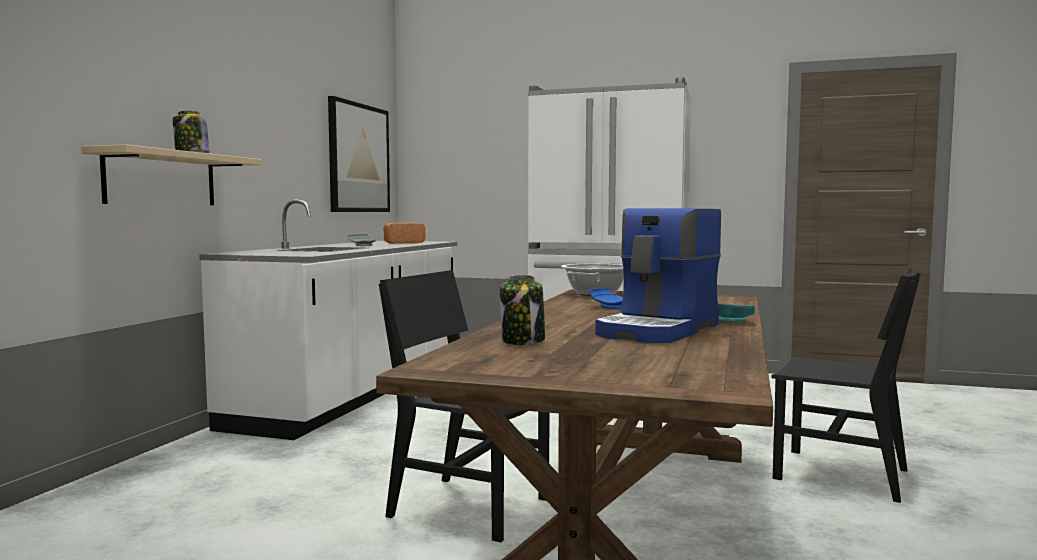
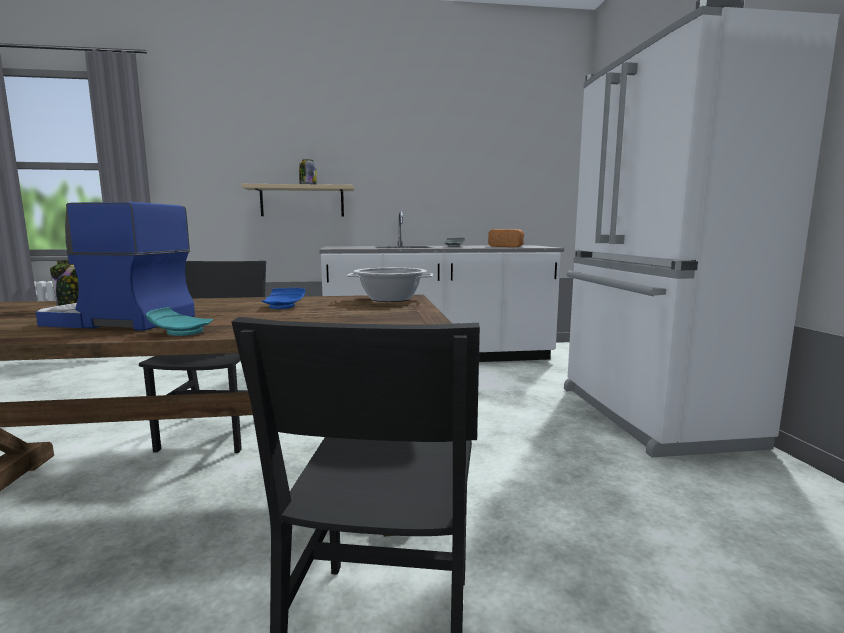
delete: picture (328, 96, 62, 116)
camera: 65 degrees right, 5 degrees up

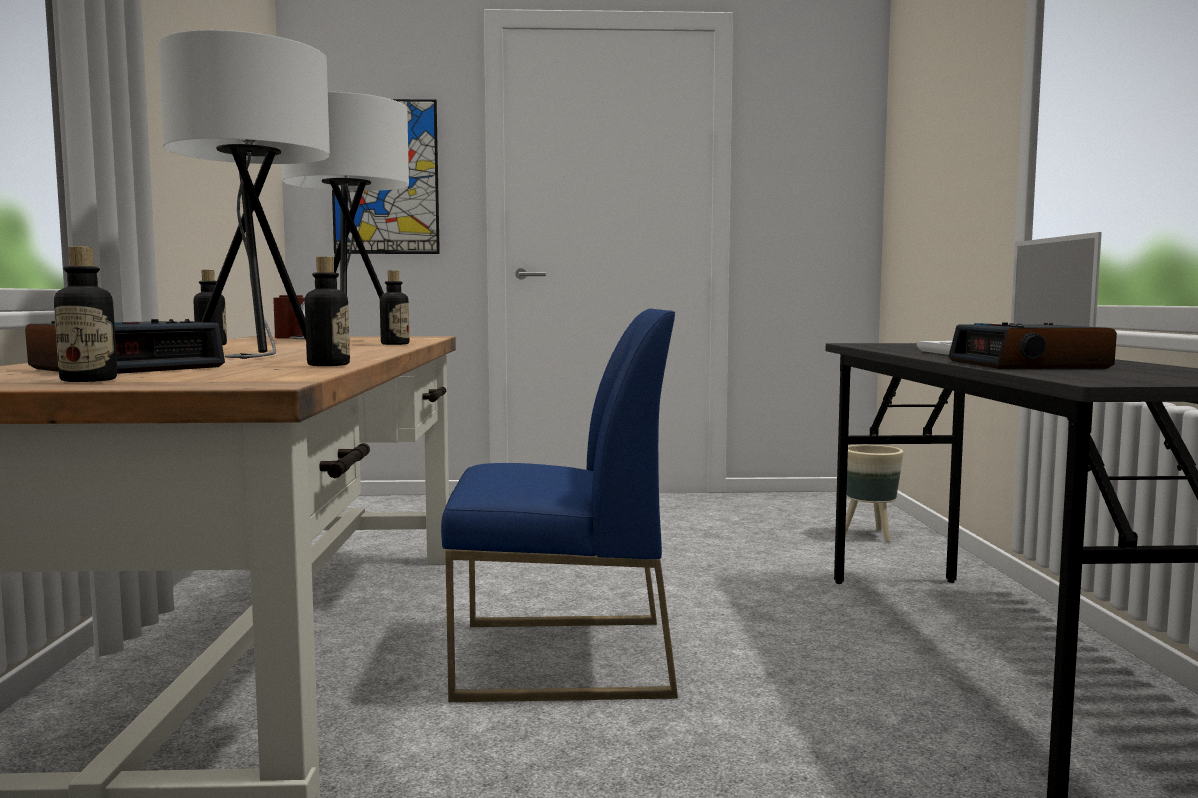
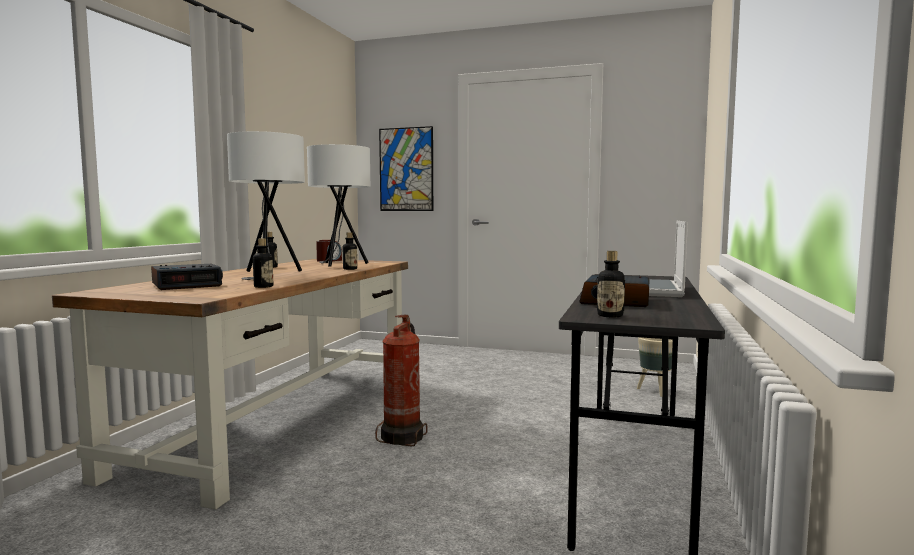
move: bottle (54, 246, 63, 136) to (597, 251, 28, 66)
replace: chair (blue) (441, 308, 237, 394) to fire extinguisher (375, 315, 53, 132)
camera: 20 degrees right, 0 degrees up

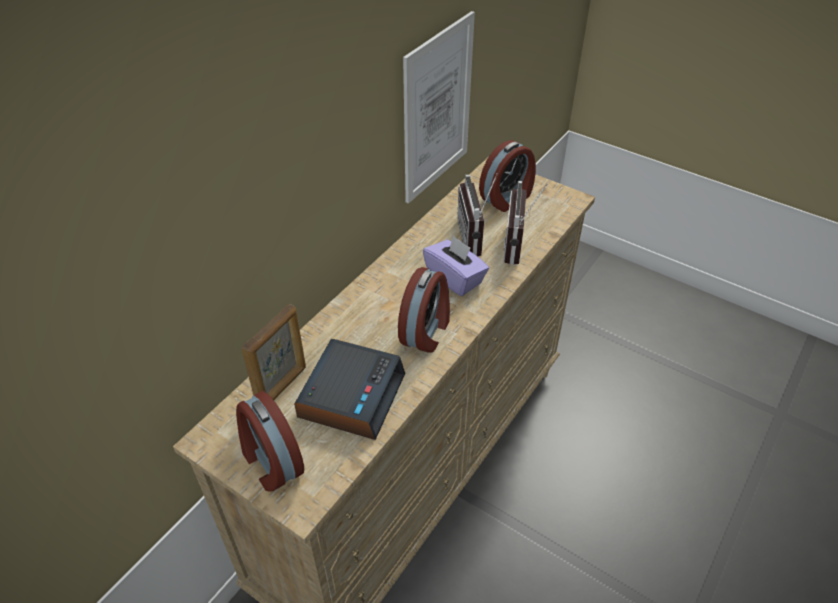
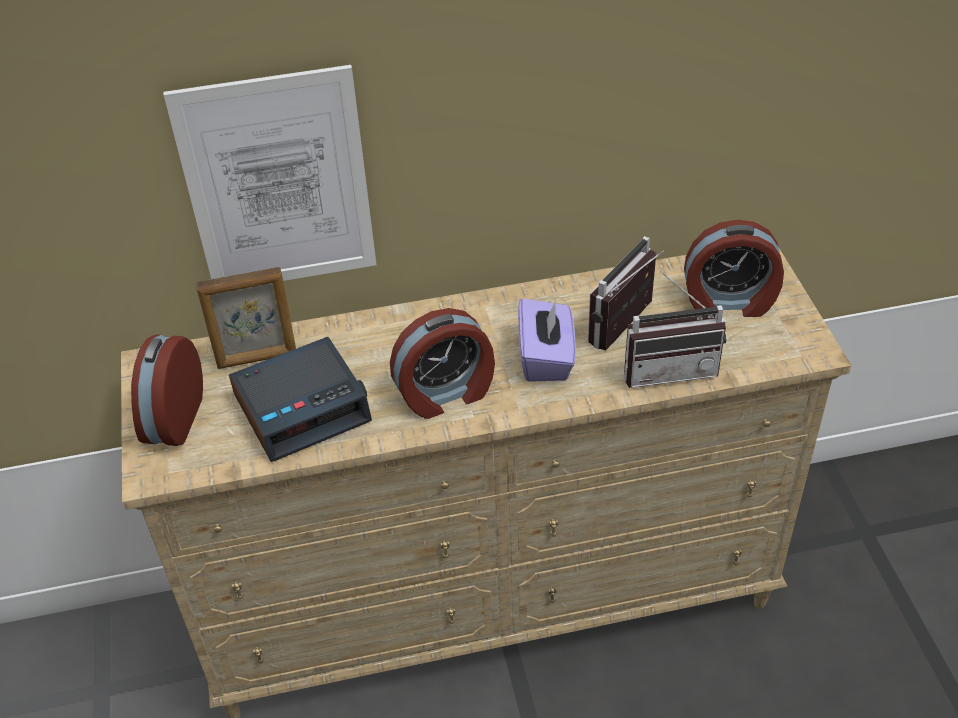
move: picture (403, 11, 72, 193) to (163, 65, 214, 216)
rotate: radio (504, 181, 43, 84) = (624, 270, 102, 118) 150 degrees counterclockwise
camera: 45 degrees right, 0 degrees up

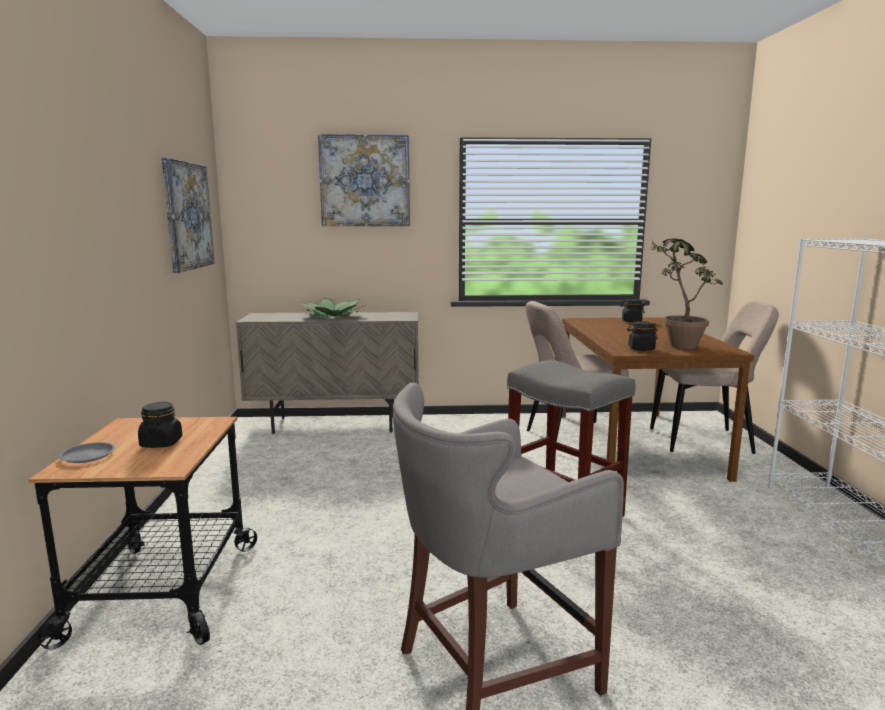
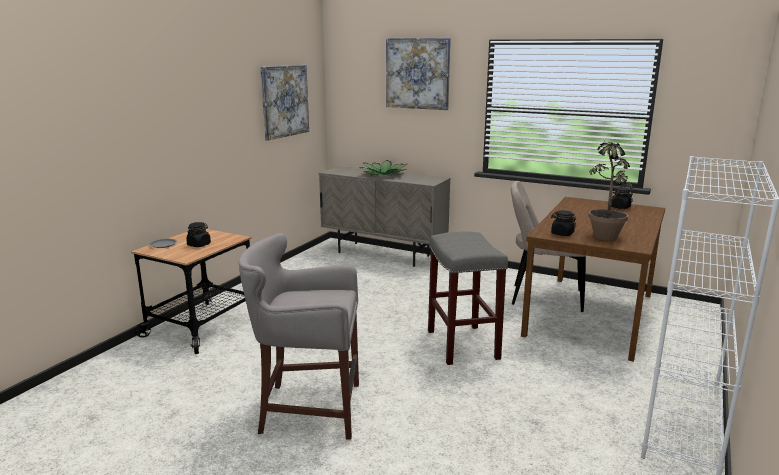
delete: chair (beige) (650, 301, 129, 153)
camera: 30 degrees right, 5 degrees up

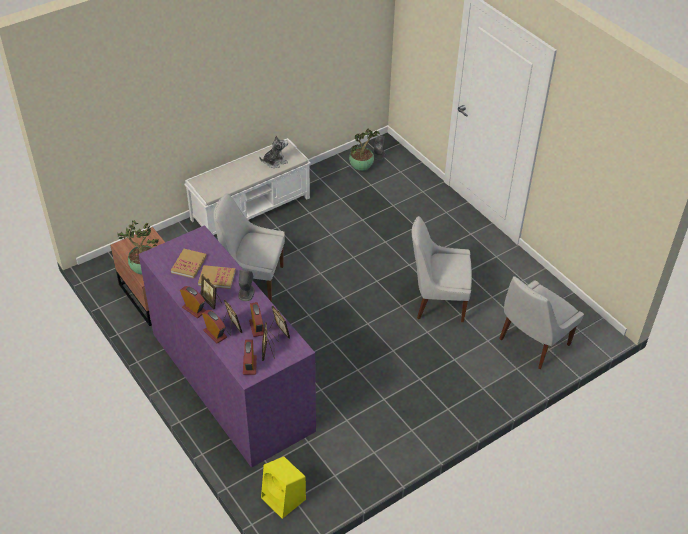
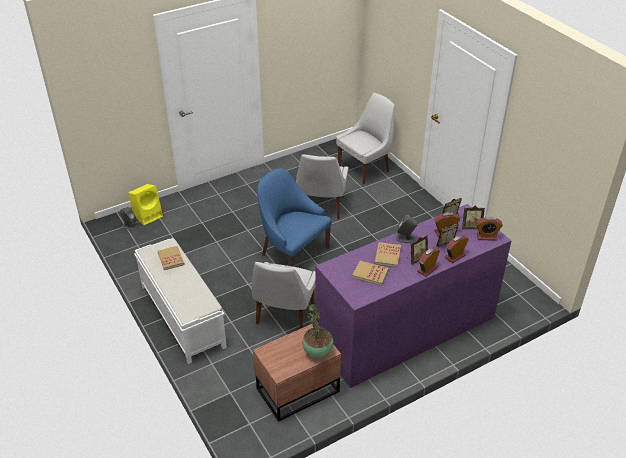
delete: potted plant (349, 129, 31, 42)
insert: armchair (blue) (257, 168, 75, 99)
move: speaker (yellow) (261, 456, 45, 63) to (129, 184, 34, 41)
replace: plush toy (259, 135, 29, 33) to book (158, 246, 27, 24)
rotate: chair (white) (499, 276, 85, 93) = (336, 93, 59, 91) 90 degrees counterclockwise
camera: 85 degrees left, 5 degrees down

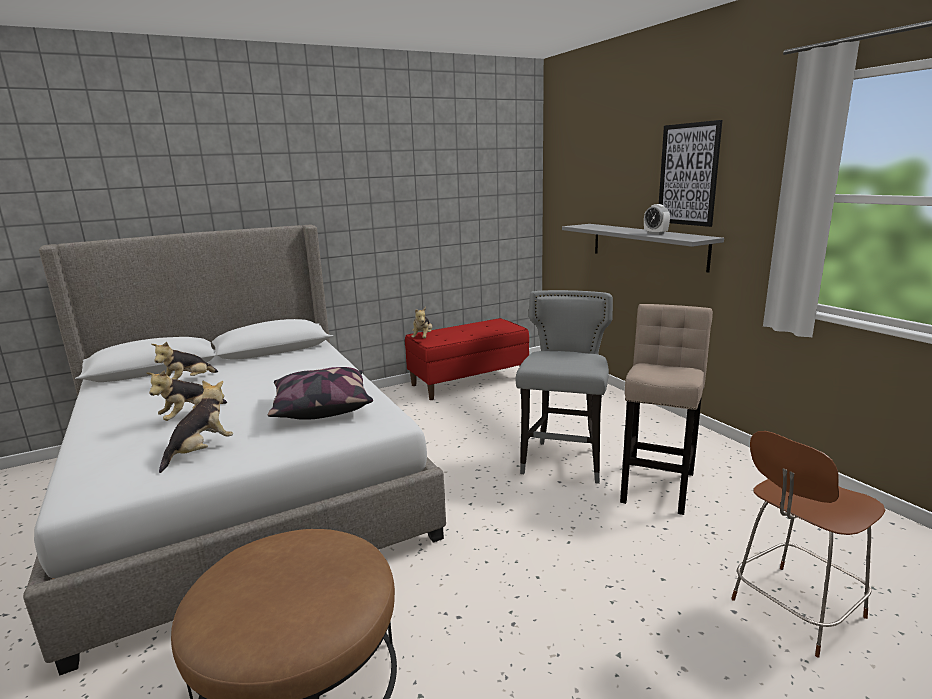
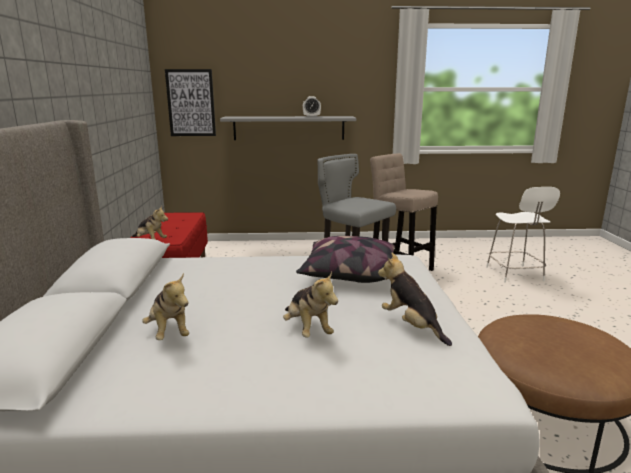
move: picture (659, 120, 63, 107) to (165, 69, 51, 67)
recolor: chair (brown) (731, 431, 154, 227) to chair (white) (486, 187, 74, 96)
camera: 65 degrees left, 0 degrees up

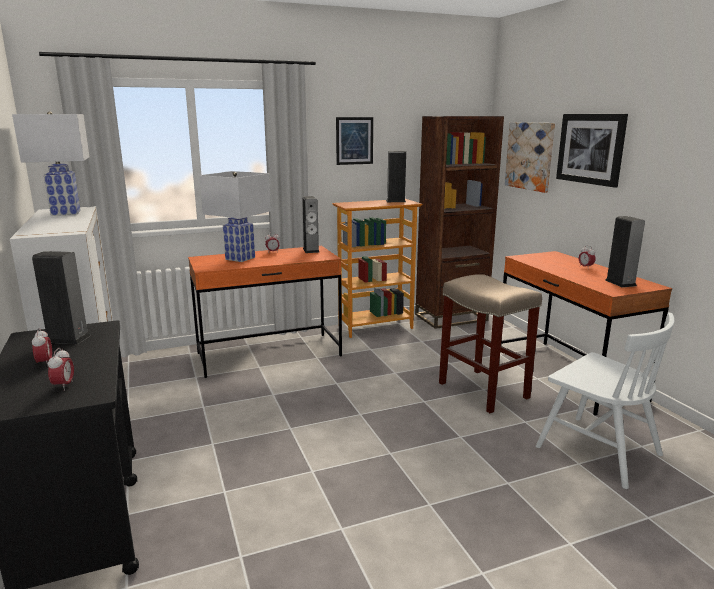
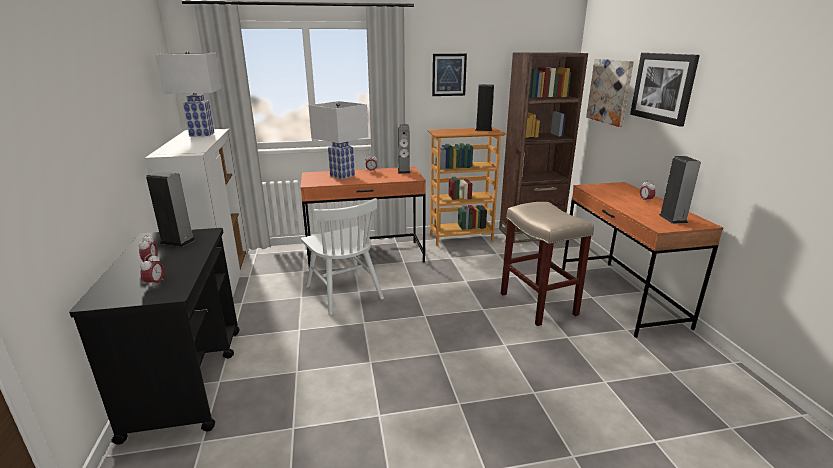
move: chair (white) (536, 312, 138, 177) to (301, 198, 83, 117)
camera: 10 degrees right, 5 degrees up

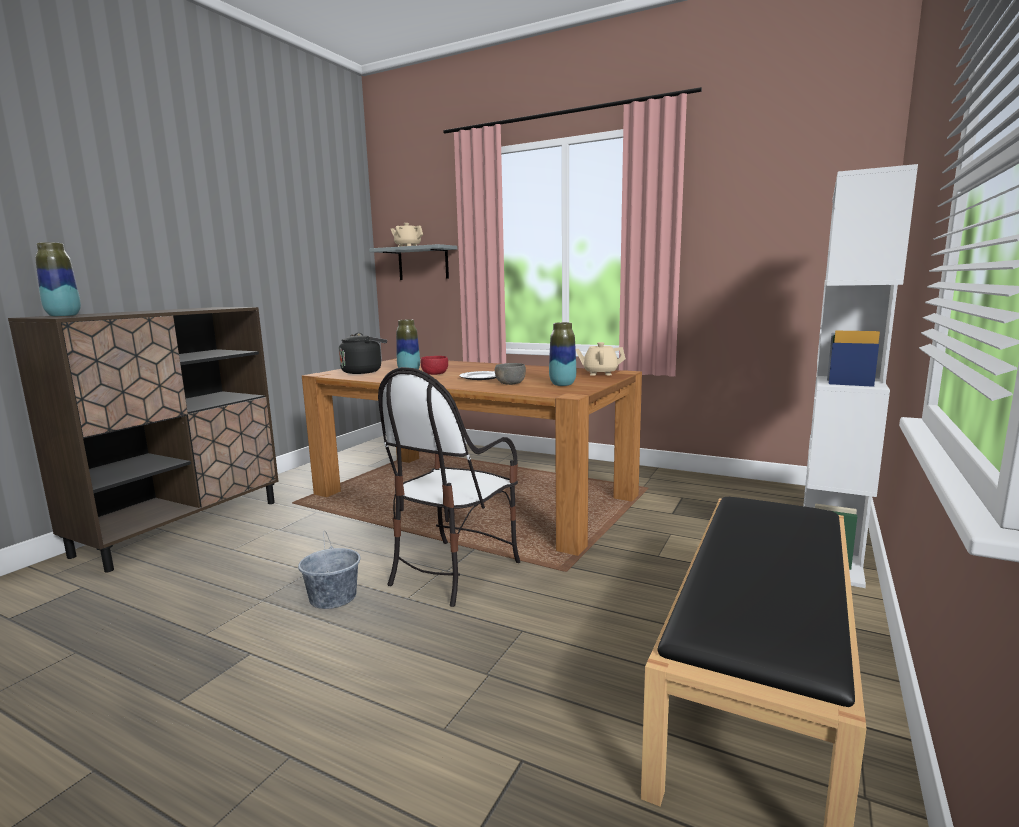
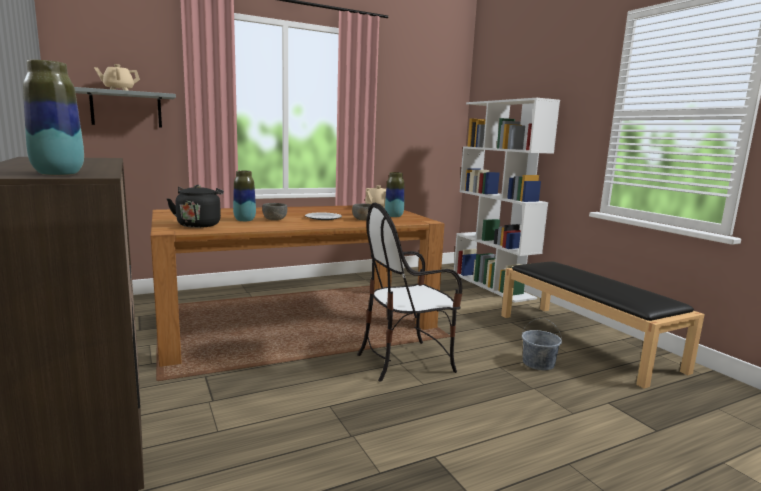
move: bucket (grey) (298, 531, 62, 78) to (522, 318, 40, 52)
recolor: bowl (red) (421, 356, 27, 19) to bowl (grey) (262, 203, 25, 17)
rotate: chair (378, 367, 142, 240) = (357, 203, 105, 179) 90 degrees clockwise
camera: 55 degrees left, 0 degrees up

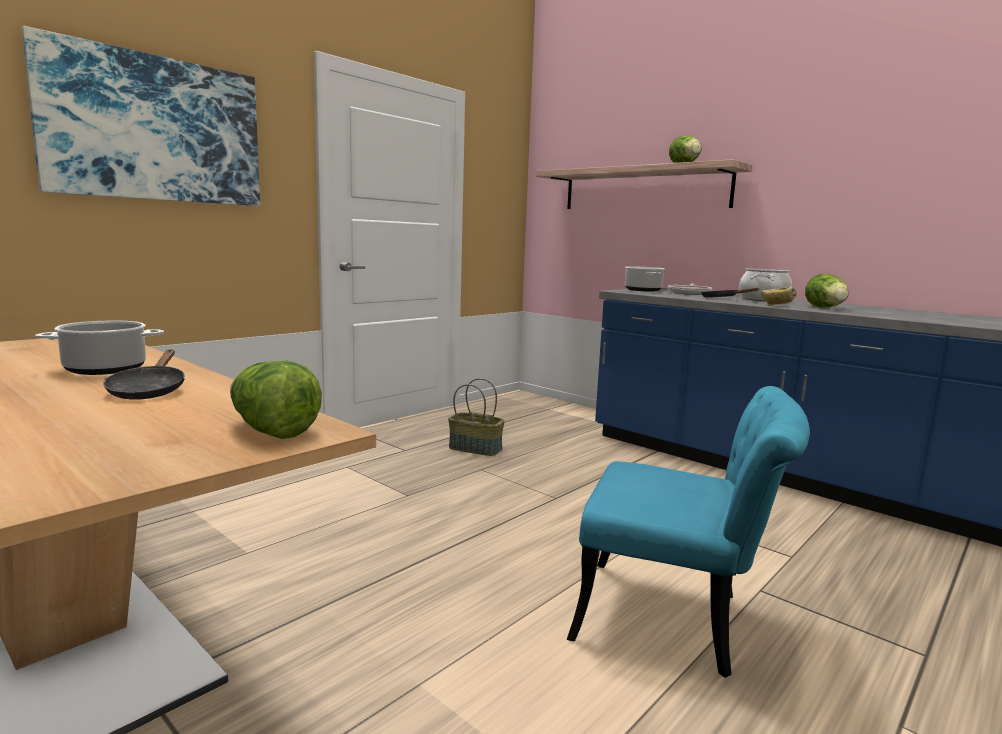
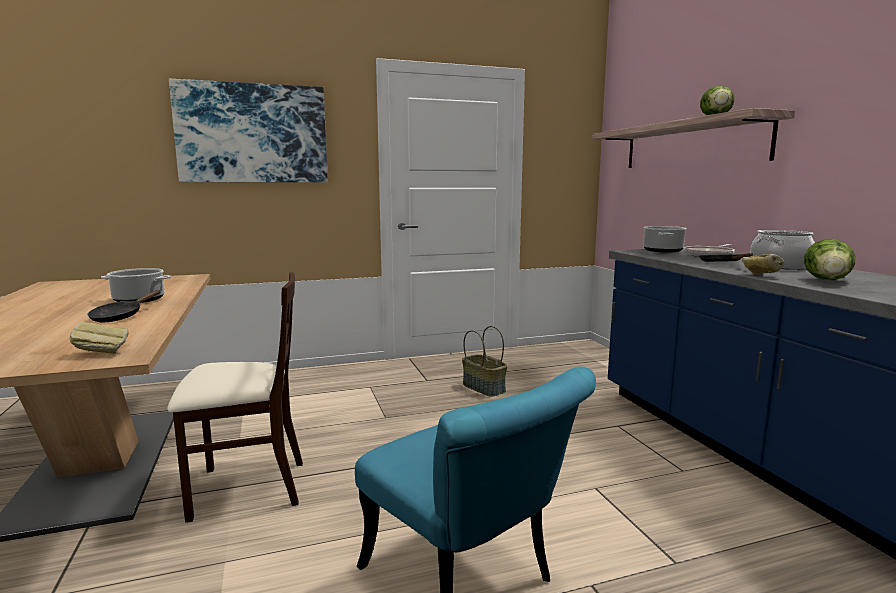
insert: chair (beige) (167, 272, 136, 251)
replace: lettuce (230, 361, 92, 78) to bread (70, 322, 58, 32)
camera: 30 degrees right, 0 degrees up

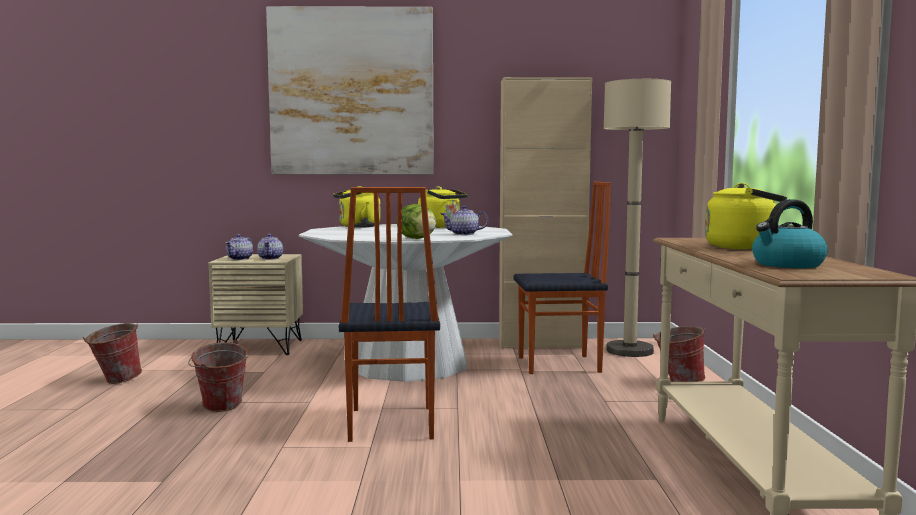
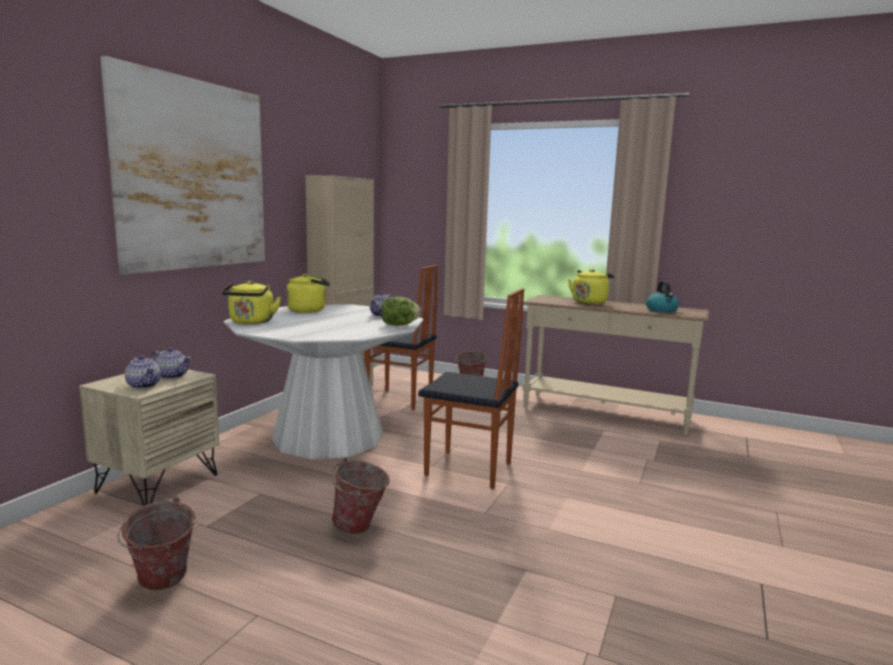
delete: floor lamp (beige) (603, 79, 68, 278)
rotate: chair (514, 182, 97, 192) = (364, 265, 74, 145) 90 degrees clockwise
camera: 65 degrees left, 5 degrees up

